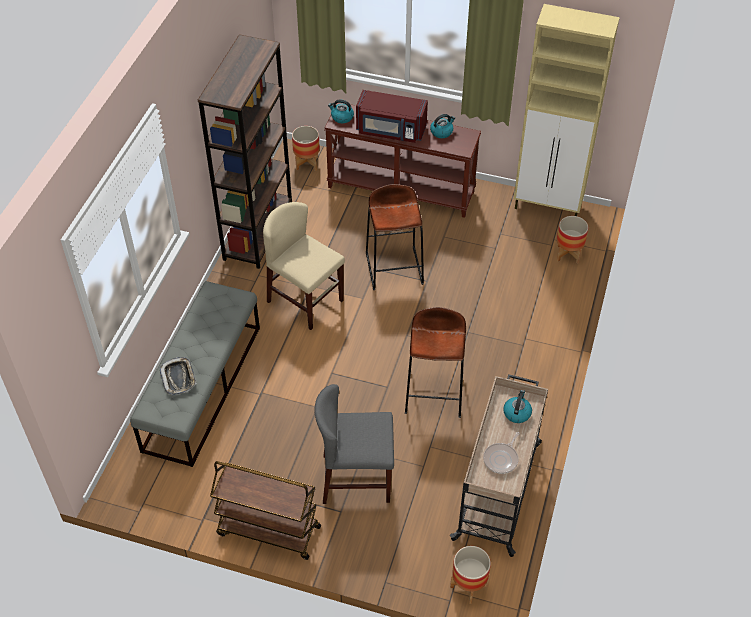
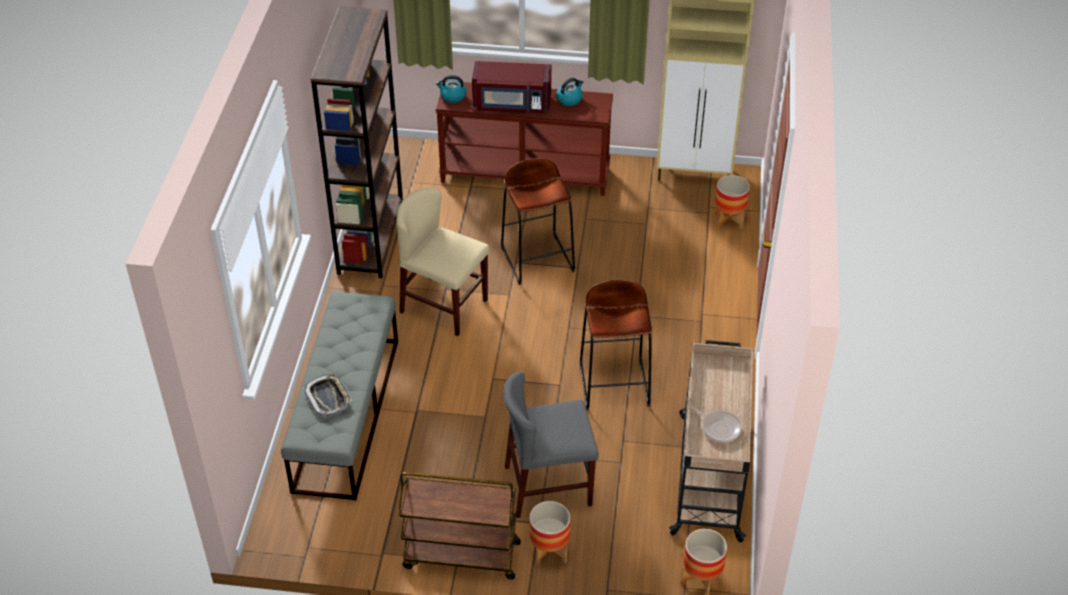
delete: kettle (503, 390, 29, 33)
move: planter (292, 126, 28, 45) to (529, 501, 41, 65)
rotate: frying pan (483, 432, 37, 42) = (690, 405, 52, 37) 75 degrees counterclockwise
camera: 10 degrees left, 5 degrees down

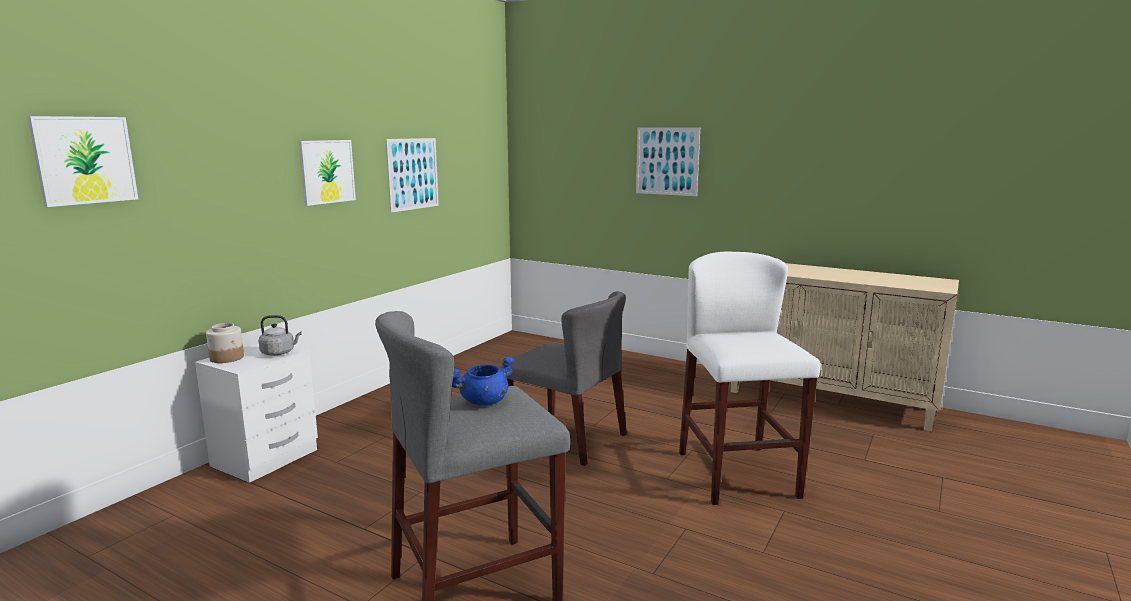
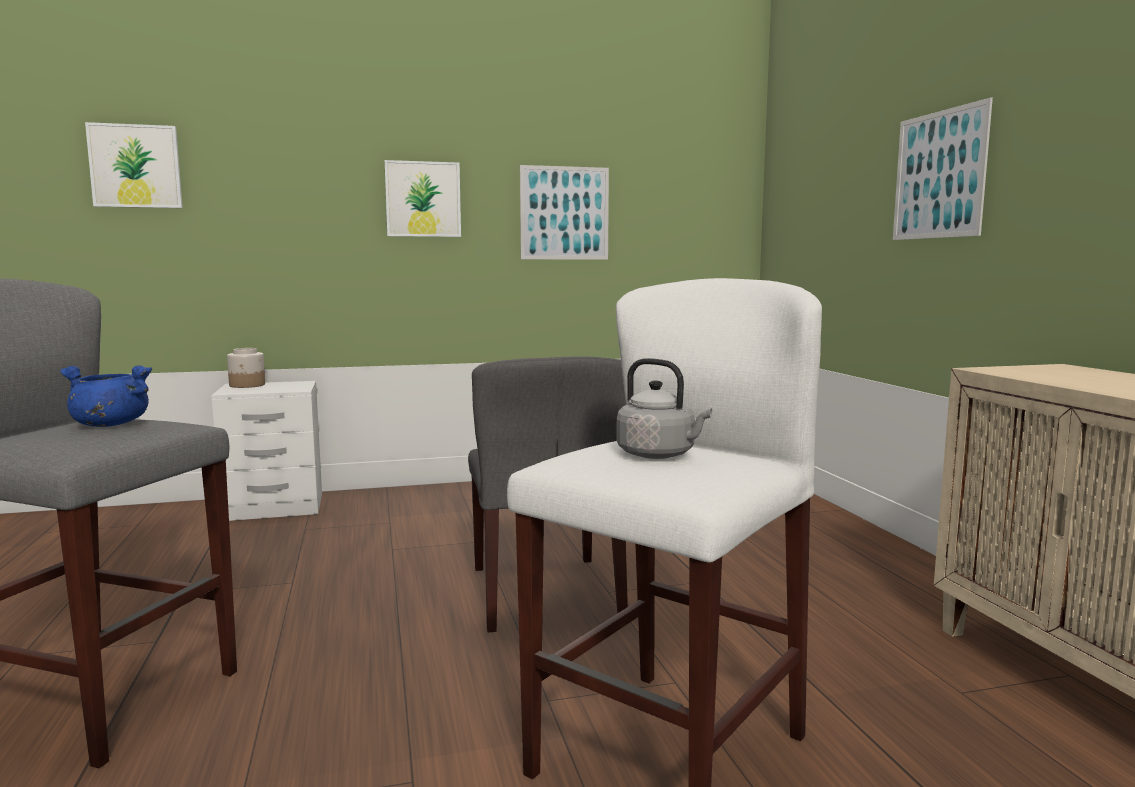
move: kettle (grey) (259, 315, 43, 41) to (616, 358, 96, 101)
camera: 45 degrees right, 5 degrees down

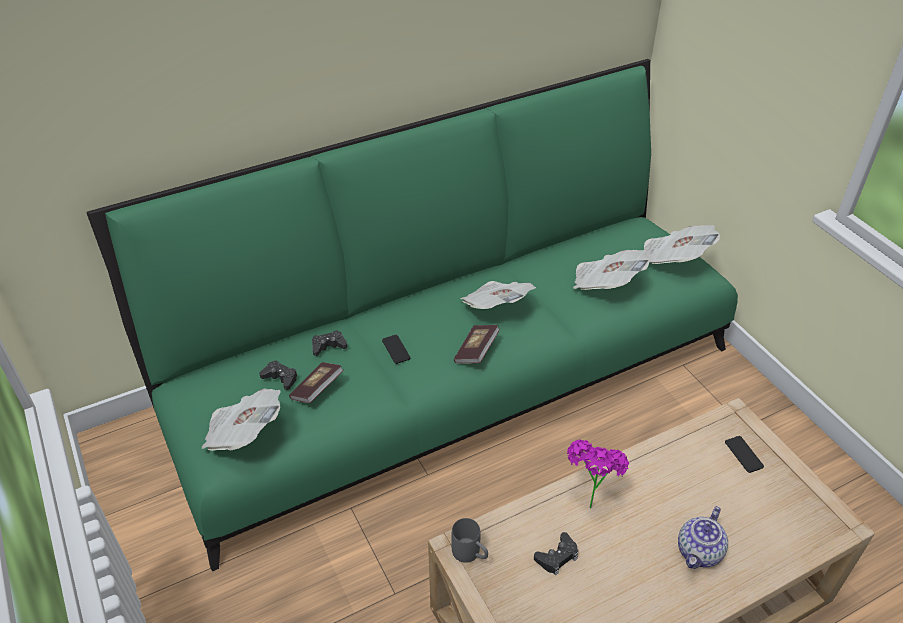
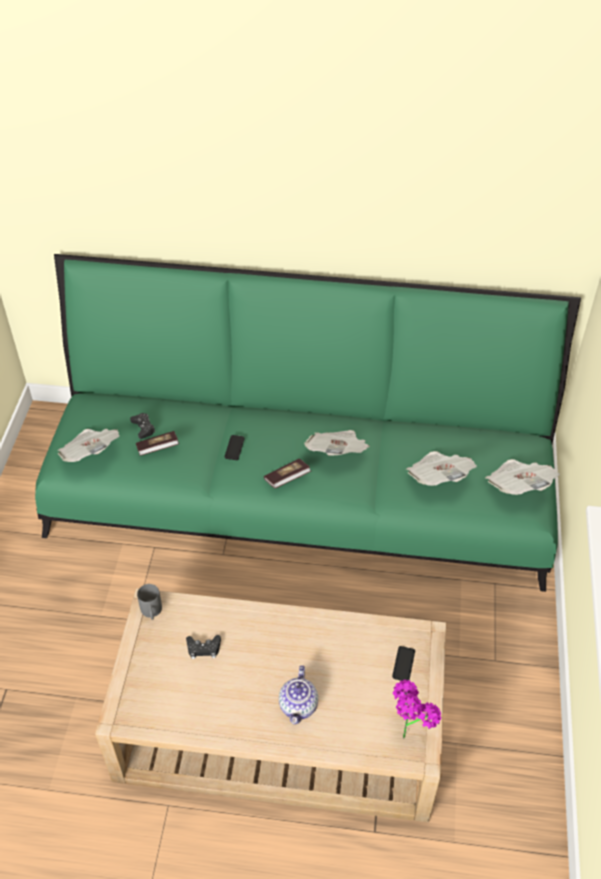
delete: game controller (black) (312, 330, 35, 26)
move: potted plant (567, 439, 62, 70) to (393, 680, 48, 59)
rotate: teapot (678, 506, 50, 63) = (279, 665, 39, 59) 60 degrees counterclockwise
camera: 35 degrees right, 5 degrees up

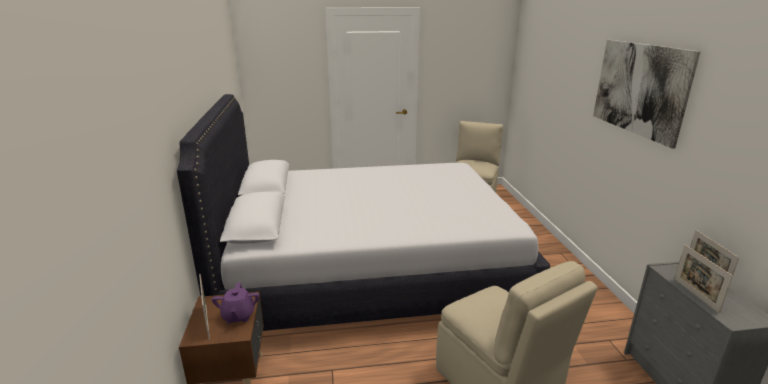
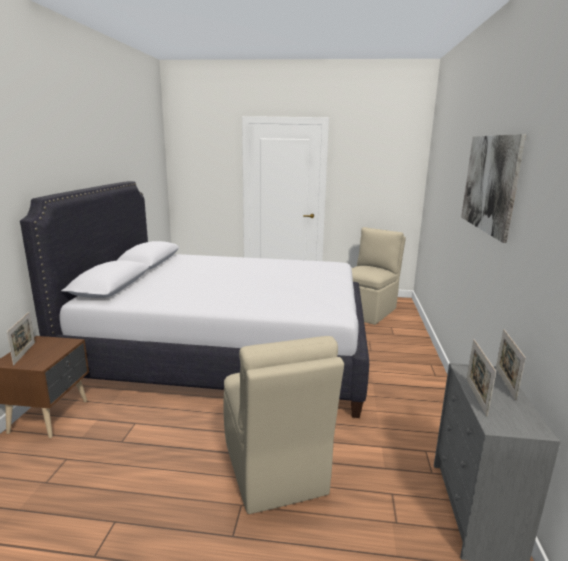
delete: teapot (purple) (212, 283, 48, 41)
camera: 15 degrees right, 5 degrees down

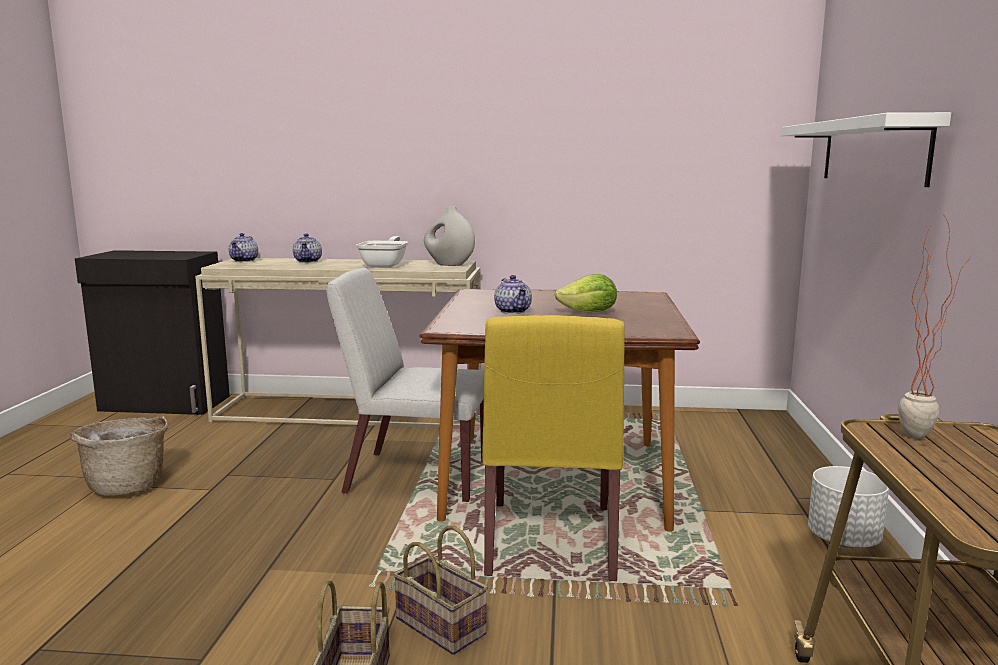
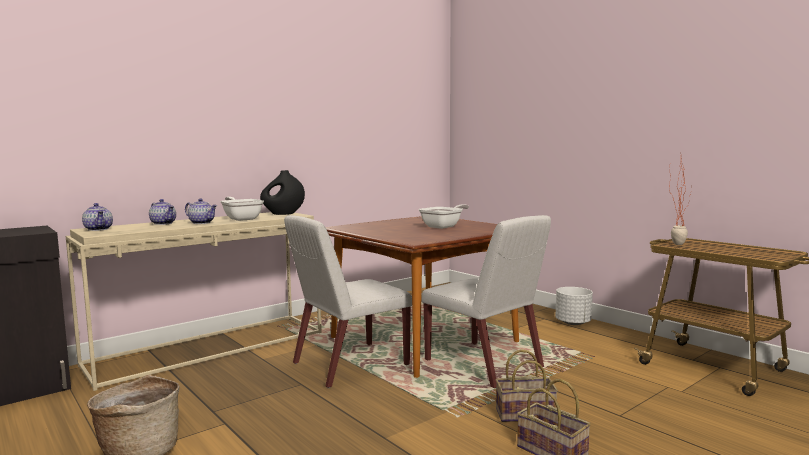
delete: shelf (white) (781, 112, 170, 75)
move: teapot (494, 275, 38, 39) to (185, 198, 32, 26)
replace: lettuce (555, 274, 62, 38) to frying pan (419, 204, 50, 25)
recolor: vase (white) (424, 207, 51, 59) to vase (black) (260, 170, 45, 45); chair (yellow) (482, 315, 143, 266) to chair (white) (421, 215, 130, 173)
camera: 45 degrees left, 5 degrees down

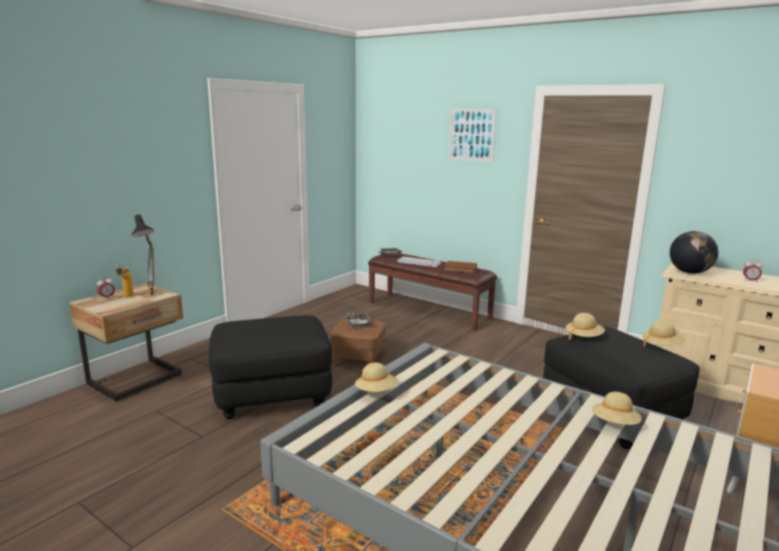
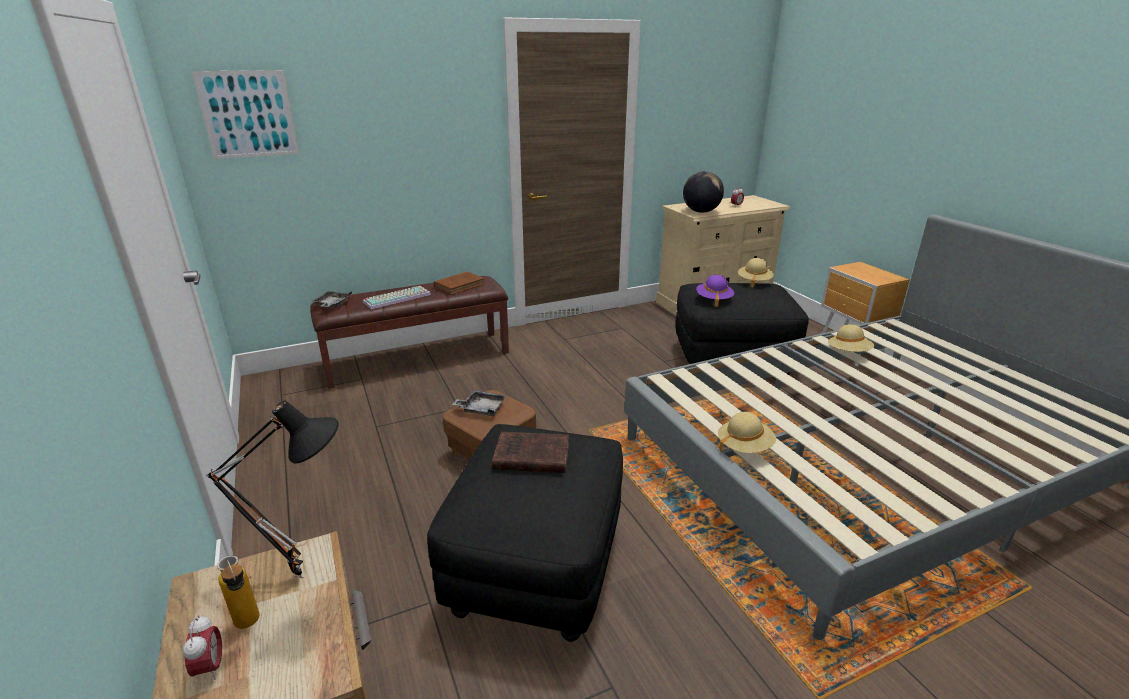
insert: book (brown) (492, 432, 77, 41)
move: picture (449, 109, 48, 53) to (192, 70, 107, 89)
recolor: hat (beige) (565, 313, 40, 27) to hat (purple) (696, 275, 38, 32)
camera: 60 degrees left, 10 degrees up

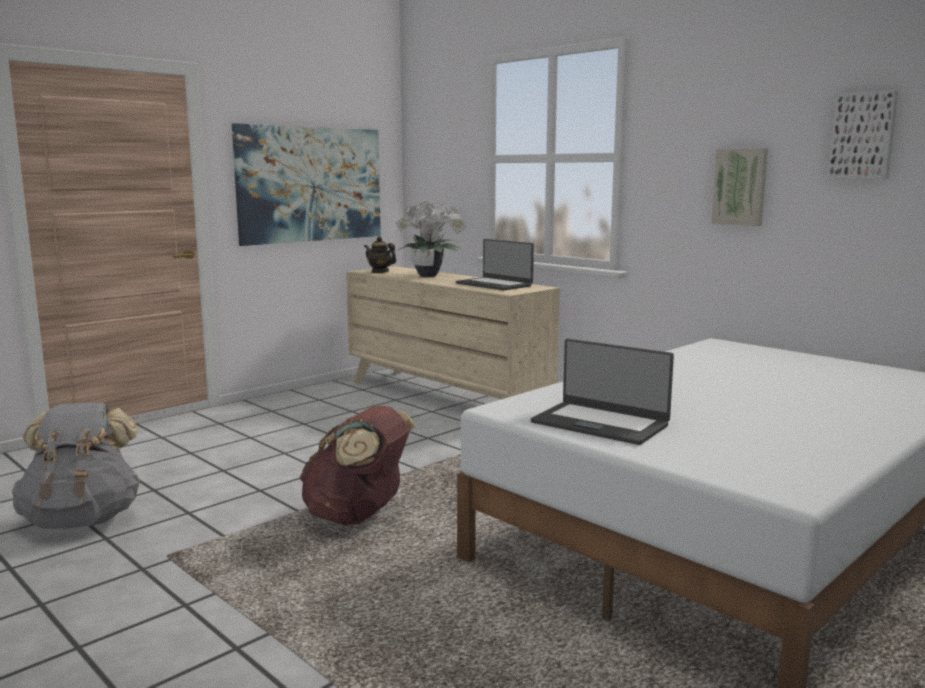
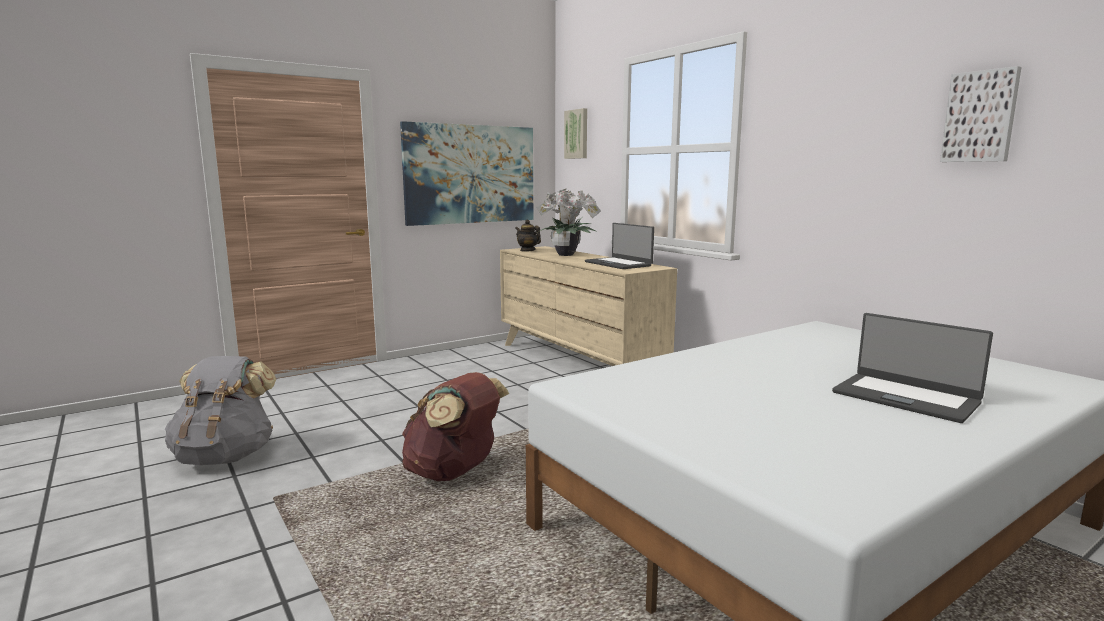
move: laptop (531, 339, 143, 106) to (832, 313, 161, 110); picture (711, 148, 57, 78) to (564, 108, 23, 51)
camera: 10 degrees right, 0 degrees up

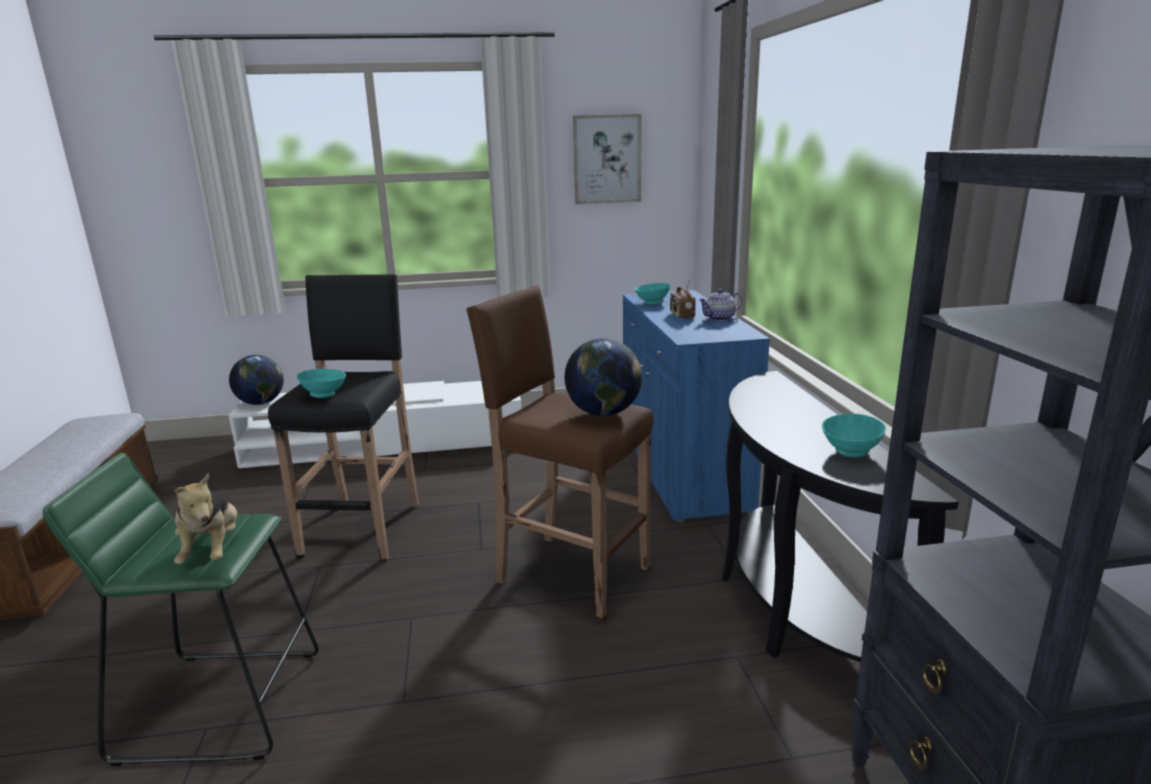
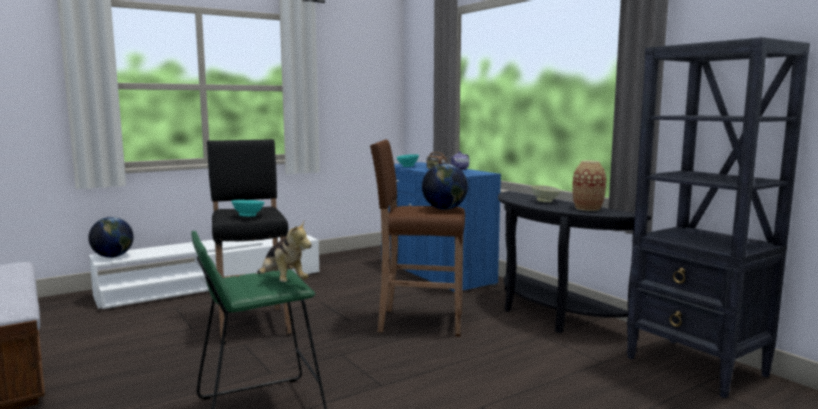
delete: picture (573, 114, 69, 90)
insert: bowl (beige) (531, 185, 30, 17)
replace: bowl (turquoise) (822, 413, 64, 44) to vase (572, 161, 34, 50)
camera: 25 degrees left, 10 degrees down

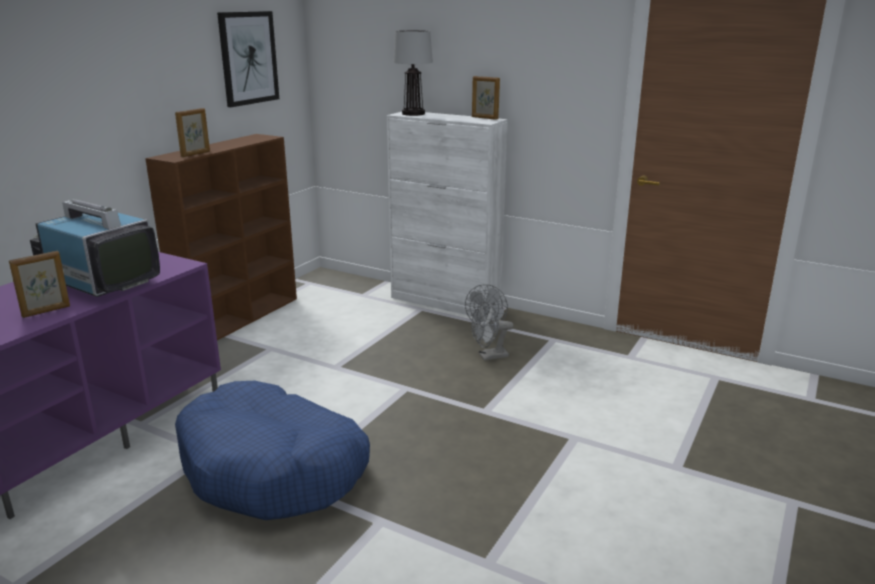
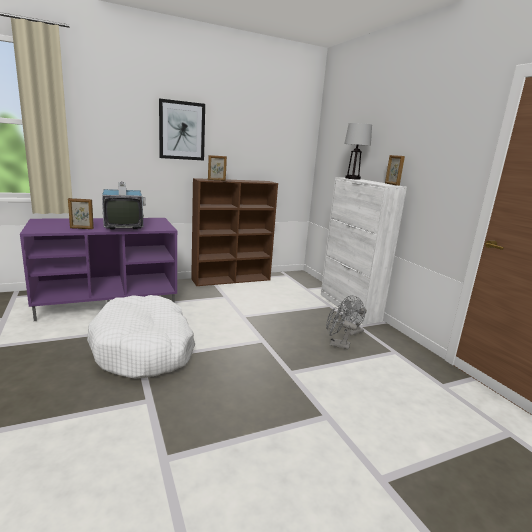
move: picture (217, 11, 62, 96) to (159, 98, 46, 63)
recolor: dog bed (blue) (175, 381, 195, 139) to dog bed (white) (87, 295, 108, 84)
camera: 35 degrees right, 5 degrees down

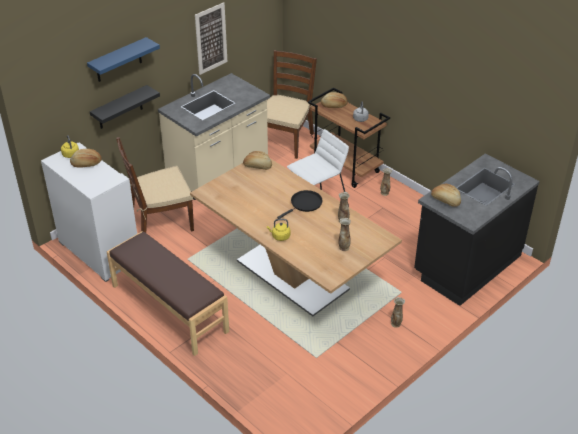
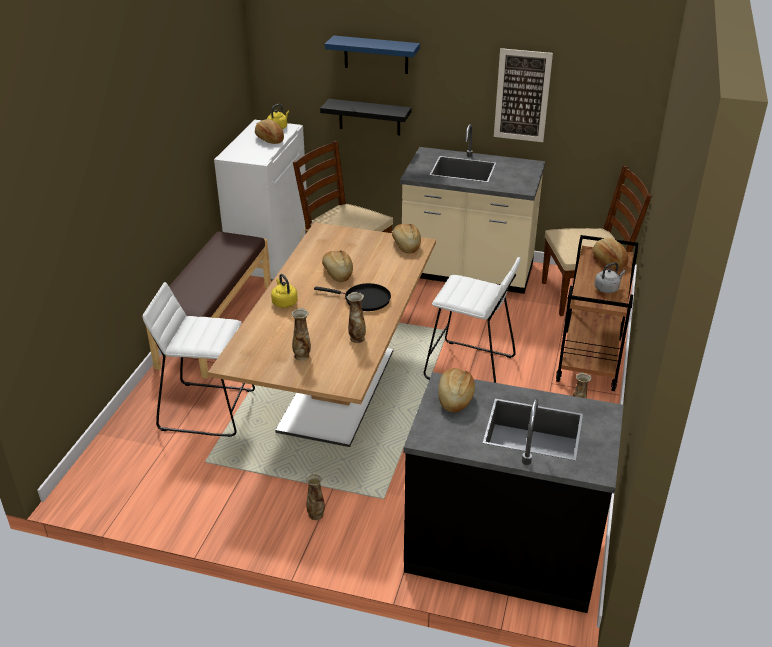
insert: stool (white) (142, 282, 113, 155); bread (322, 251, 31, 31)
camera: 60 degrees right, 5 degrees down

